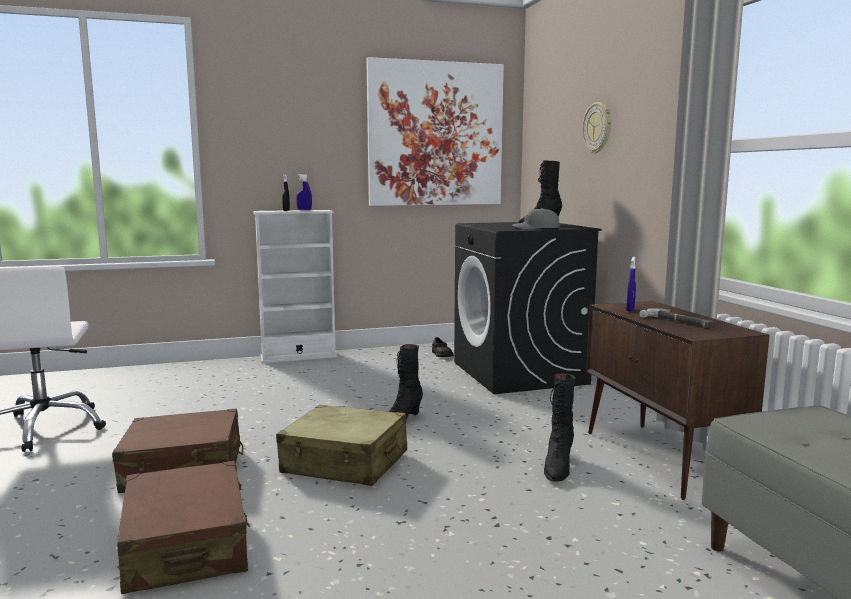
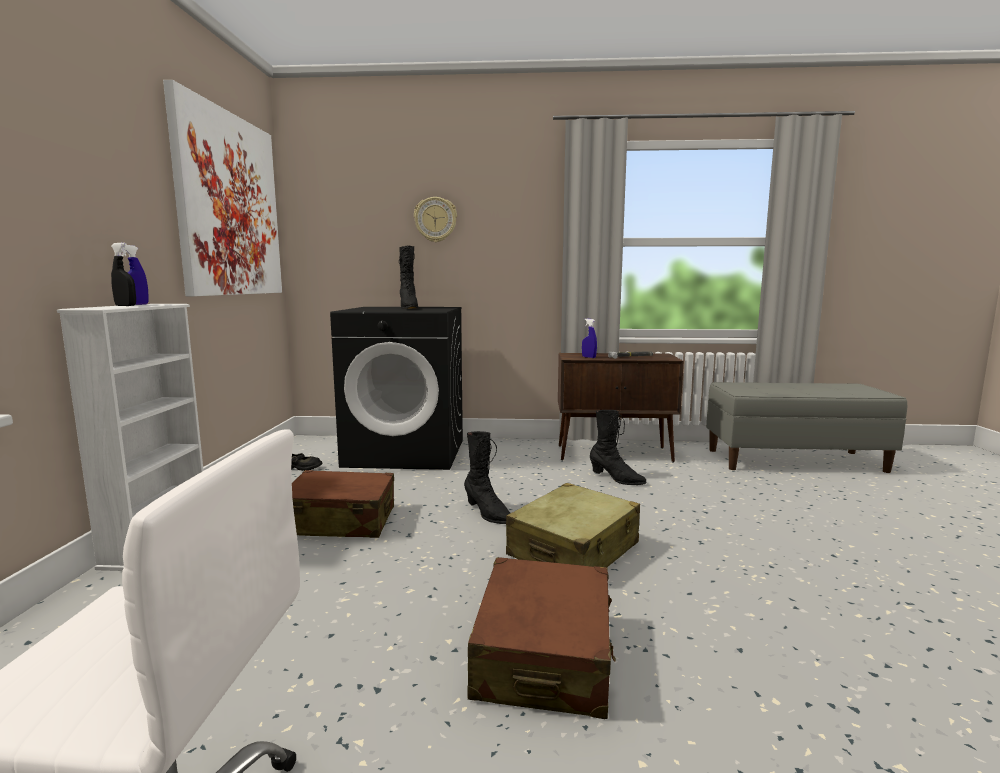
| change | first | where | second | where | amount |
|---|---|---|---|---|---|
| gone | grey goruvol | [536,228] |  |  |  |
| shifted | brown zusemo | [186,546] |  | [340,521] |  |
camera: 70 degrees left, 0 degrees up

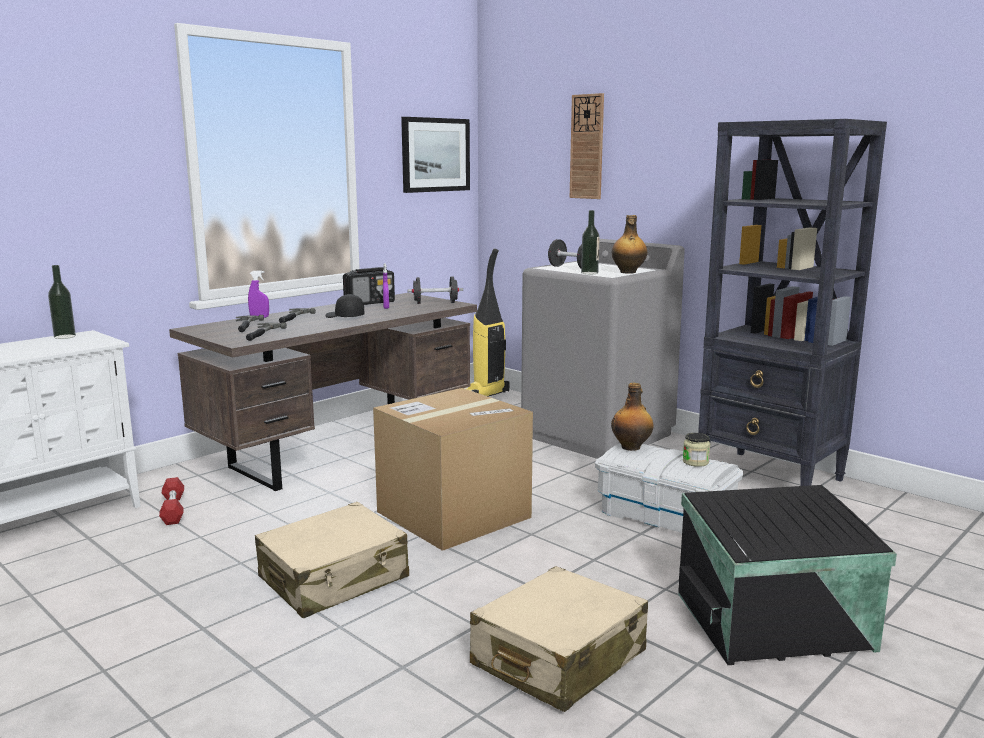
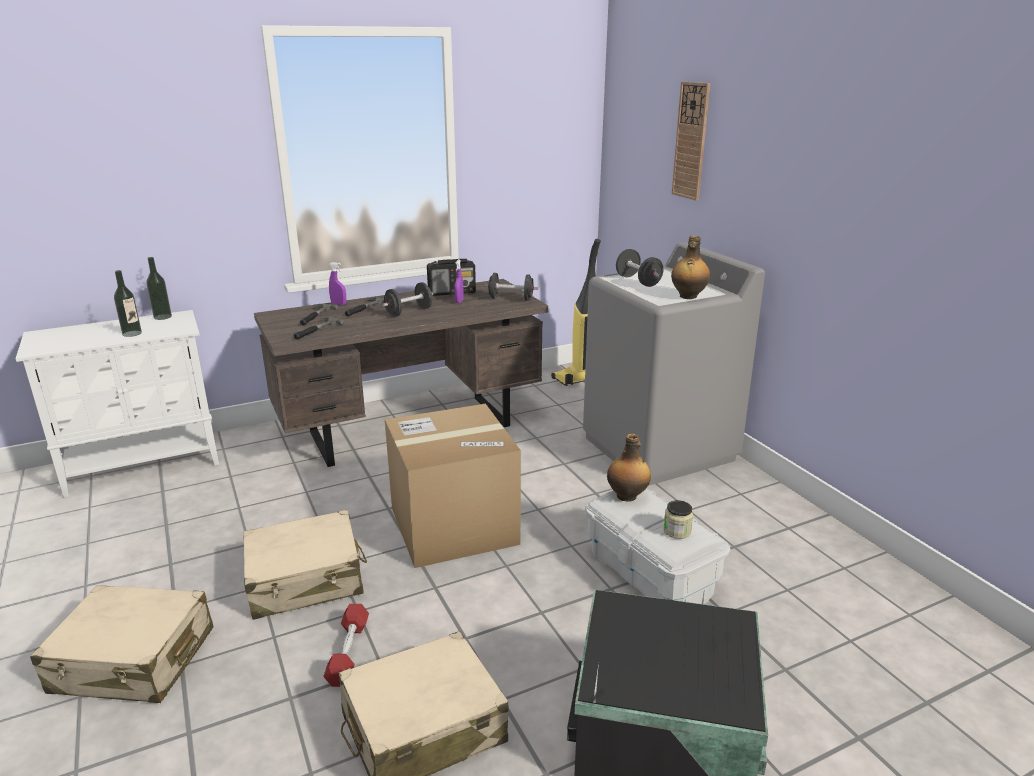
| change | first | where | second | where | amount |
|---|---|---|---|---|---|
| gone | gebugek | [435,155] |  |  |  |
| gone | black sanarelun | [771,477] |  |  |  |
| shifted | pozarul | [589,273] |  | [132,333] |  |
| swapped | black goruvol | [344,317] | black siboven | [409,312] |  |
| shifted | red siboven | [173,509] |  | [348,652] |  |
| new |  |  | beige zusemo | [133,661] |  |
camera: 20 degrees right, 10 degrees up

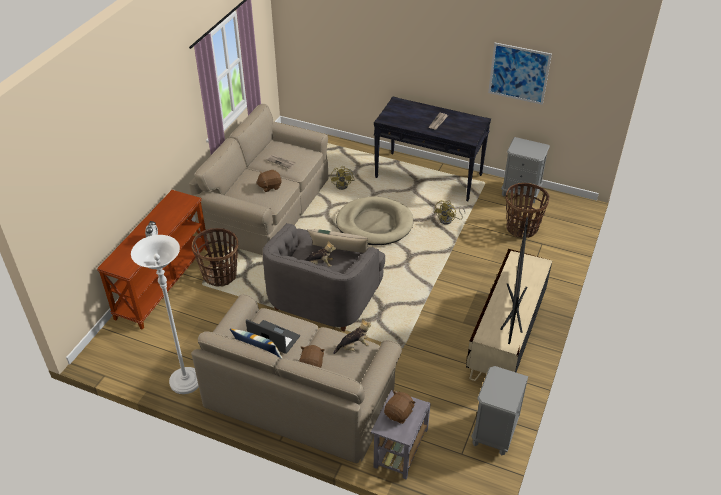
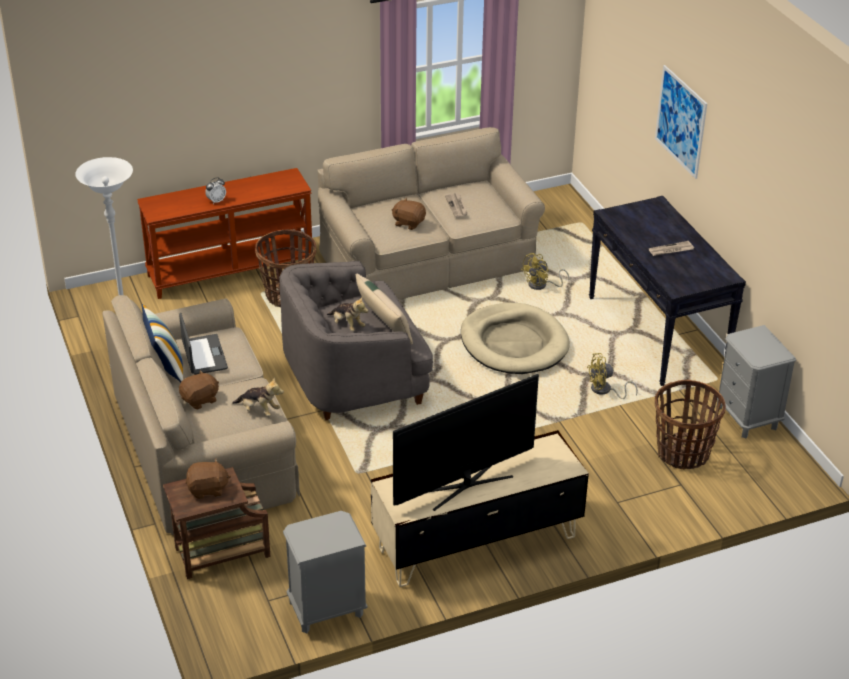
| change | first | where | second | where | amount |
|---|---|---|---|---|---|
| shifted | gebugek | [519,73] |  | [681,121] |  |
| repainted | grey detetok | [400,450] | brown detetok | [219,553] |  |
camera: 45 degrees right, 5 degrees down

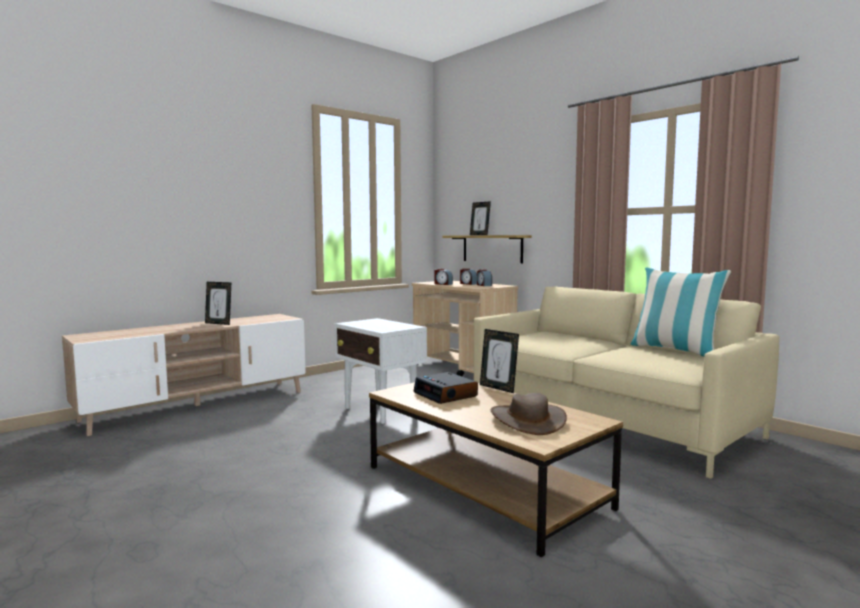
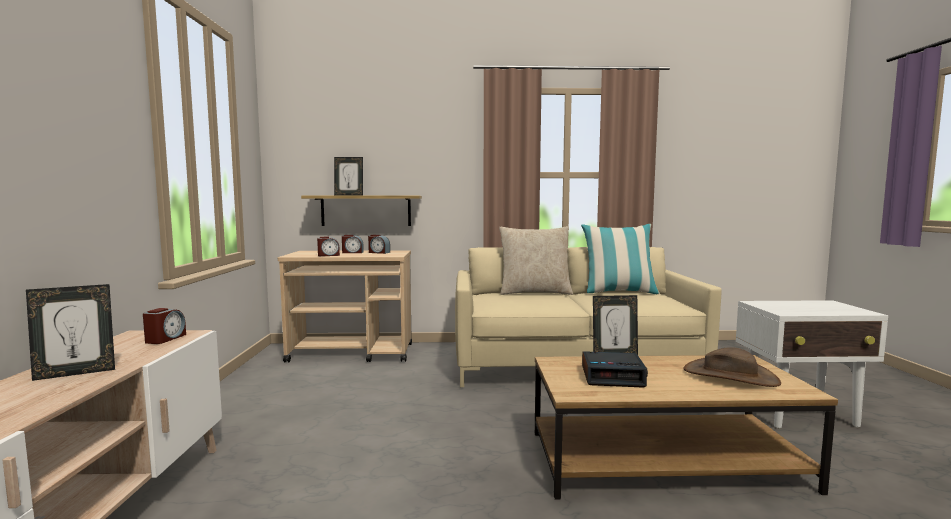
| change | first | where | second | where | amount |
|---|---|---|---|---|---|
| shifted | white detetok | [381,411] |  | [800,415] |  |
| new |  |  | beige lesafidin | [535,292] |  |
| new |  |  | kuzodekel | [165,339] |  |
camera: 50 degrees left, 0 degrees up

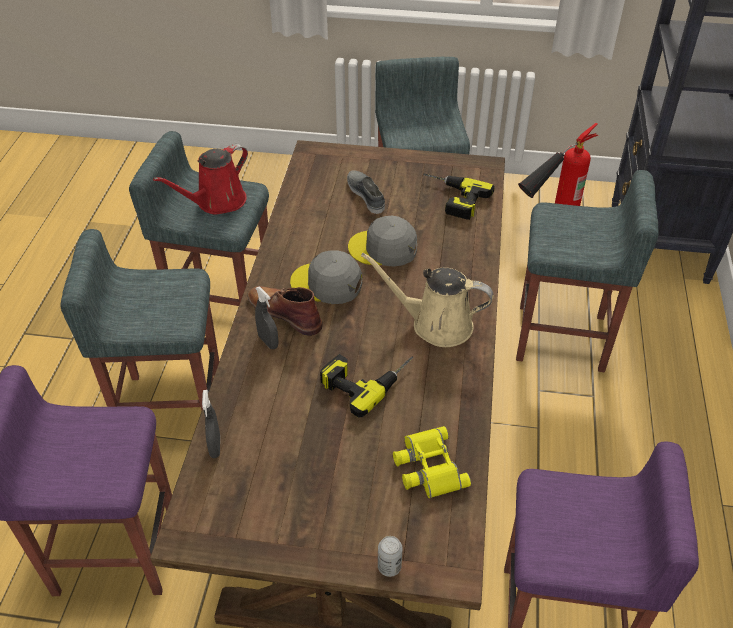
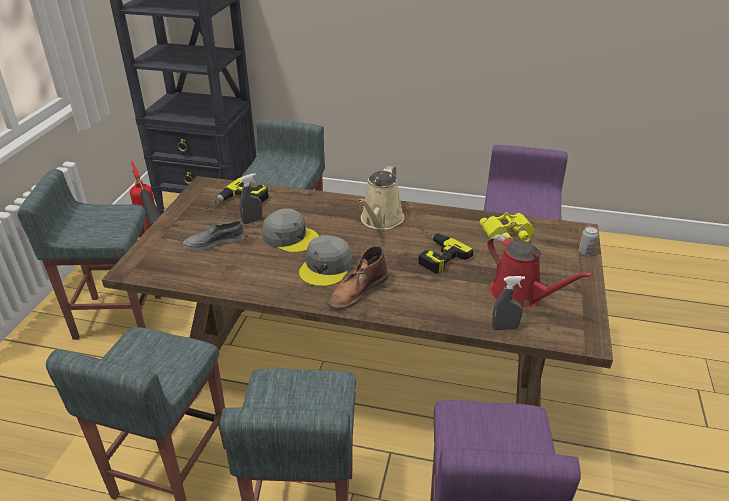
| change | first | where | second | where | amount |
|---|---|---|---|---|---|
| shifted | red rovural | [217,202] |  | [520,295] |  |
| rotated | grey goruvol | [383,248] |  | [290,237] | 75 degrees counterclockwise |
| shifted | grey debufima | [268,342] |  | [252,221] |  |
camera: 85 degrees left, 10 degrees down

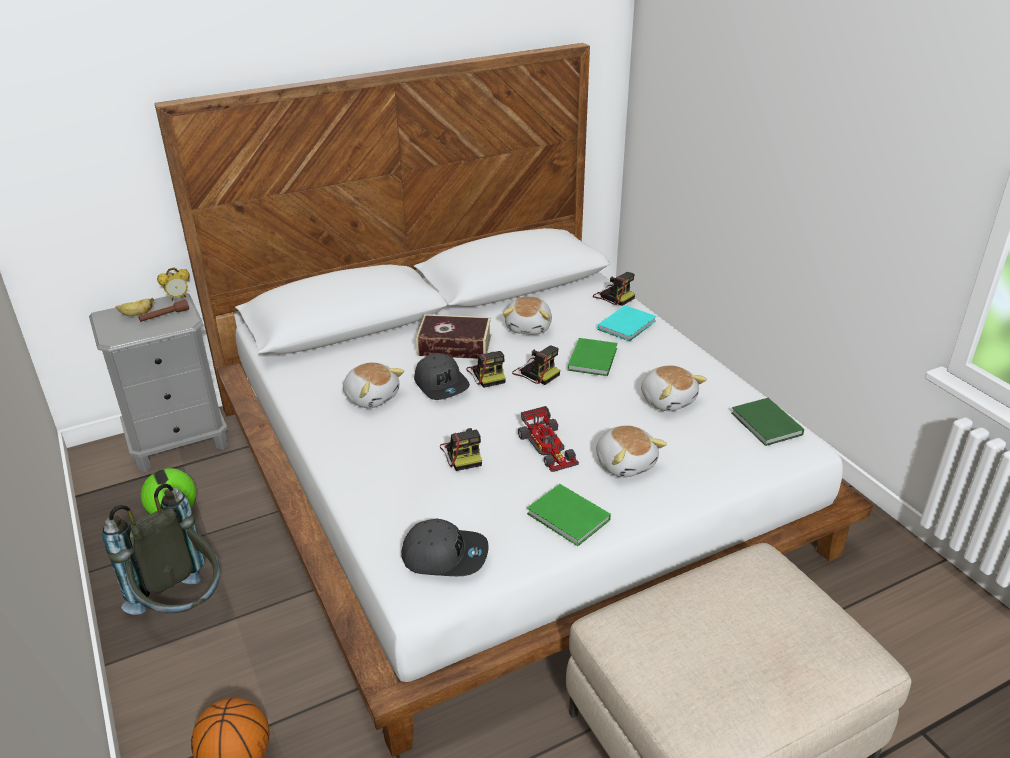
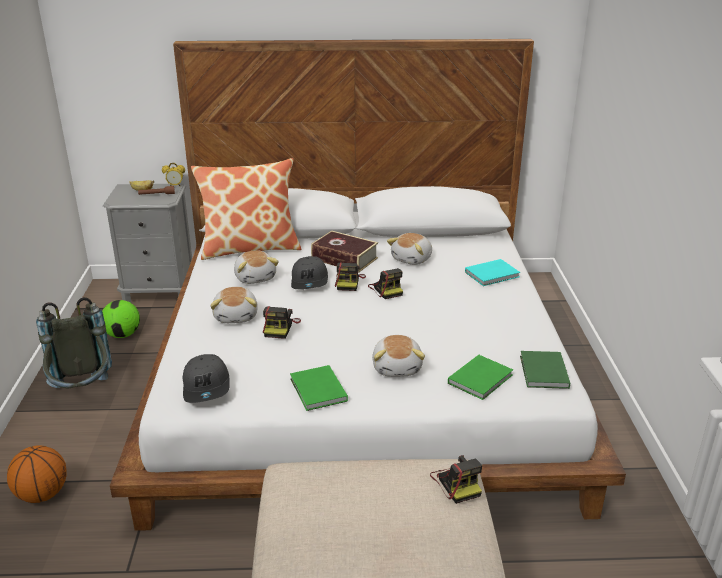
| change | first | where | second | where | amount |
|---|---|---|---|---|---|
| shifted | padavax | [613,296] |  | [456,483] |  |
| shifted | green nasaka | [594,358] |  | [482,379] |  |
| shifted | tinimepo | [668,400] |  | [236,316] |  |
| gone | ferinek | [548,447] |  |  |  |
| rotated | grey goruvol | [445,555] |  | [207,386] | 45 degrees clockwise |
| new |  |  | lesafidin | [250,248] |  |
camera: 25 degrees right, 5 degrees down

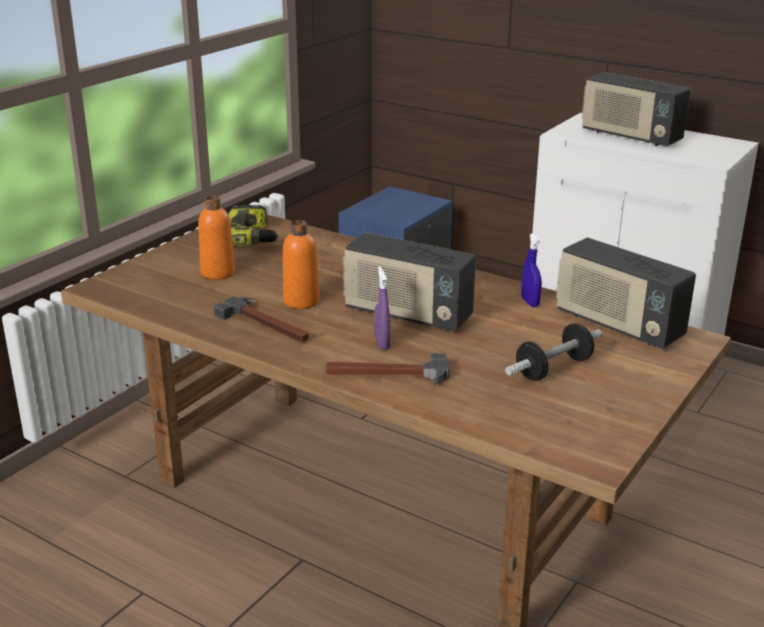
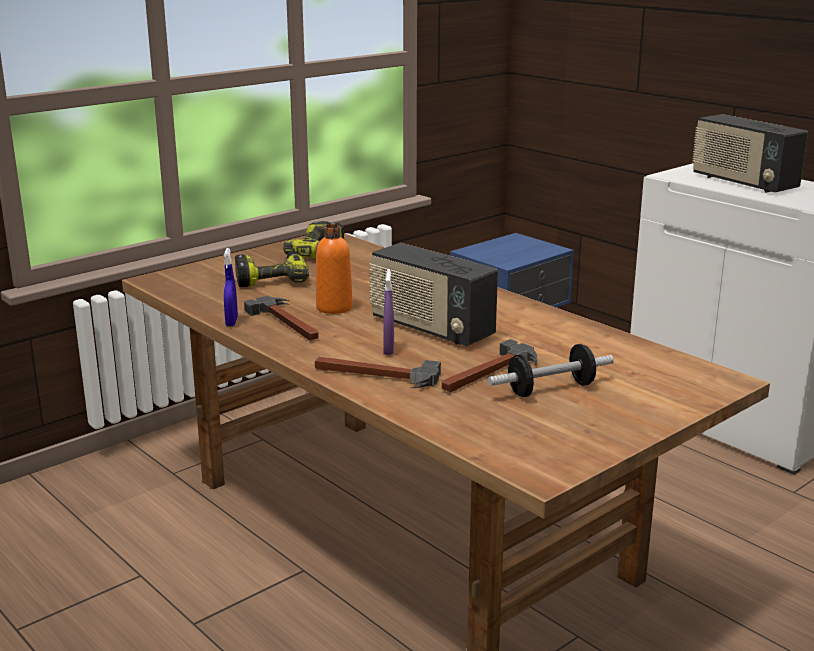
| change | first | where | second | where | amount |
|---|---|---|---|---|---|
| swapped | orange pozarul | [218,273] | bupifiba | [271,278] |  |
| shifted | blue debufima | [530,302] |  | [231,322] |  |
| gone | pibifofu | [617,325] |  |  |  |
| new |  |  | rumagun | [488,374] |  |
camera: 15 degrees right, 5 degrees down

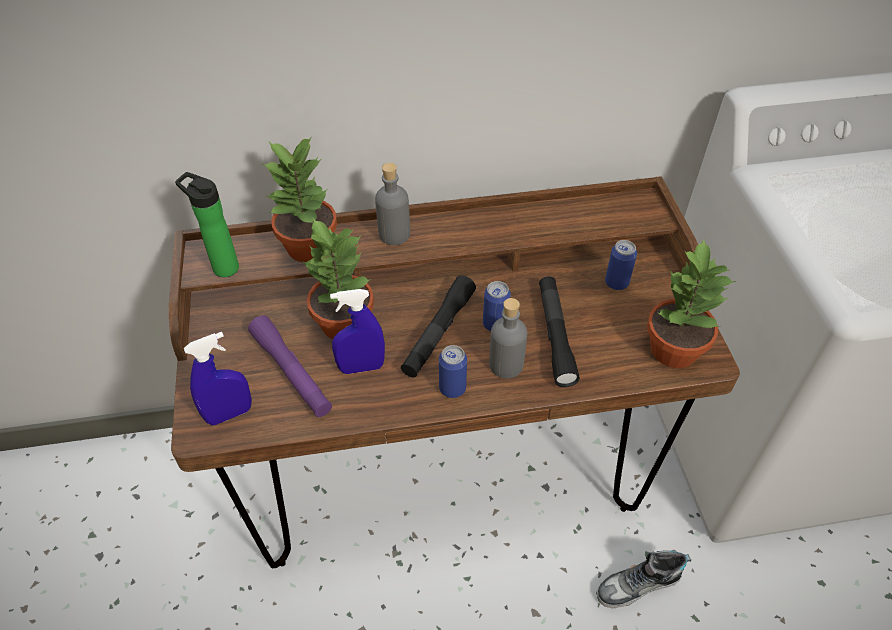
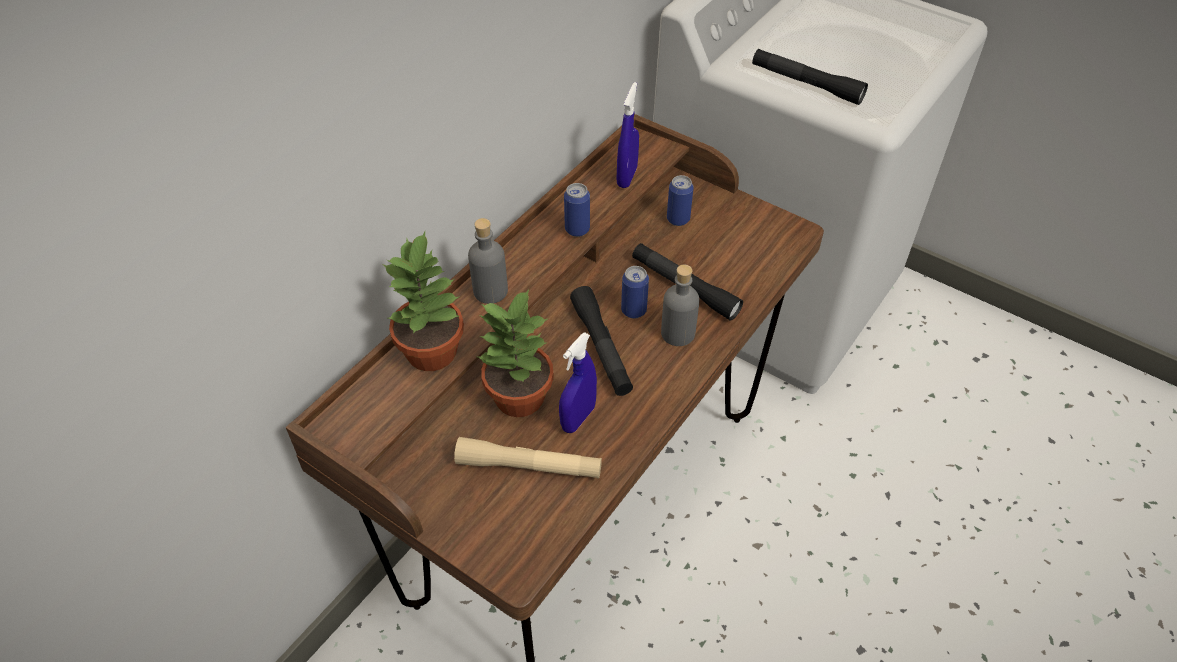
| change | first | where | second | where | amount |
|---|---|---|---|---|---|
| gone | pozarul | [222,267] |  |  |  |
| gone | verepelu | [673,348] |  |  |  |
| repainted | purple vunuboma | [291,372] | beige vunuboma | [529,466] |  |
| shifted | blue debufima | [229,414] |  | [627,177] |  |
| shifted | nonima | [452,388] |  | [577,229] |  |
| gone | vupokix | [638,585] |  |  |  |
| new |  |  | black vunuboma | [806,84] |  |
camera: 45 degrees left, 0 degrees up

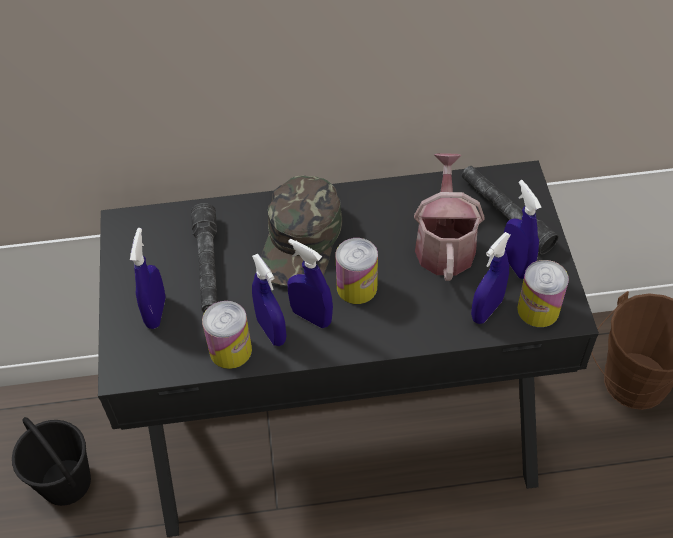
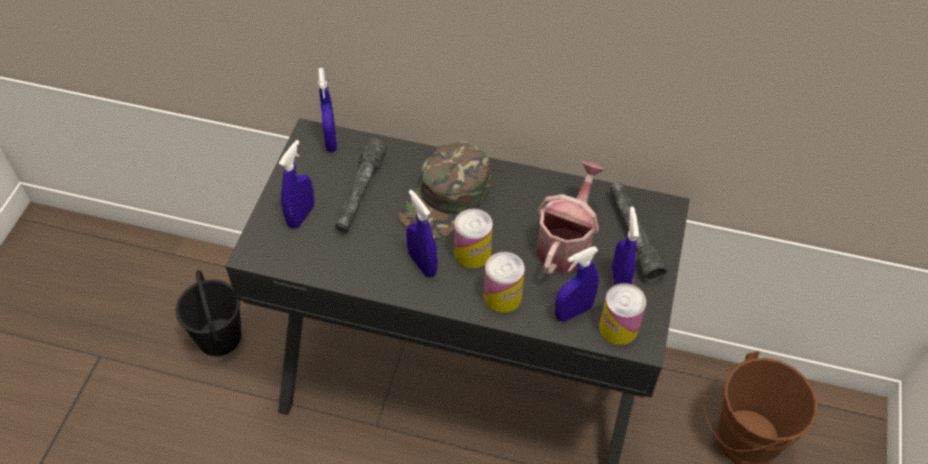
| change | first | where | second | where | amount |
|---|---|---|---|---|---|
| shifted | blue debufima | [271,331] |  | [331,140] |  |
| shifted | nonima | [230,350] |  | [502,296] |  |
camera: 20 degrees right, 0 degrees up

